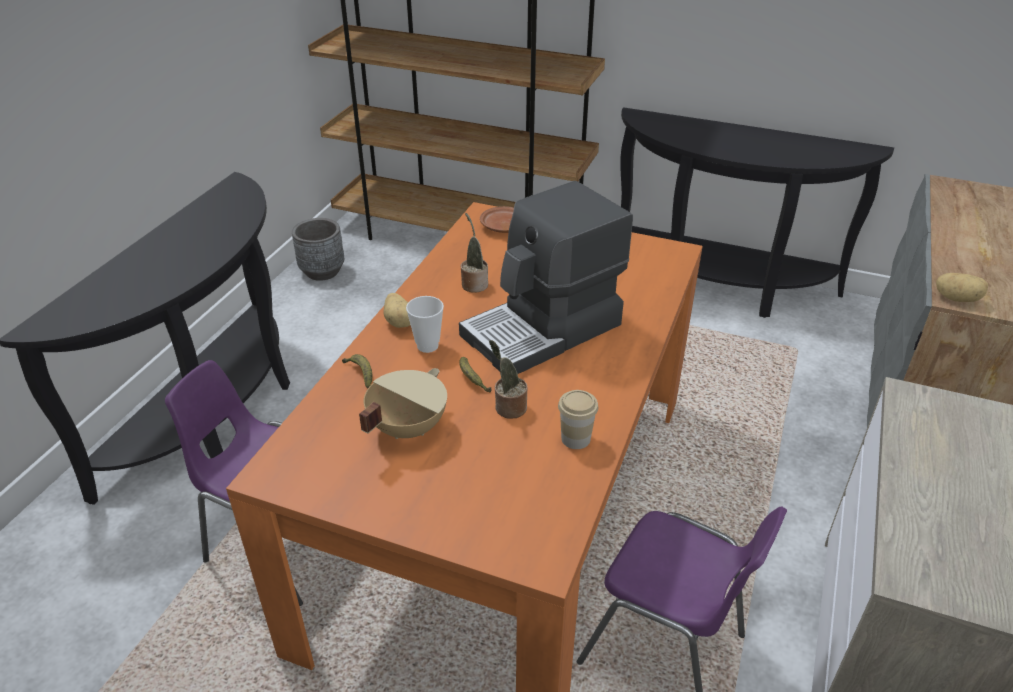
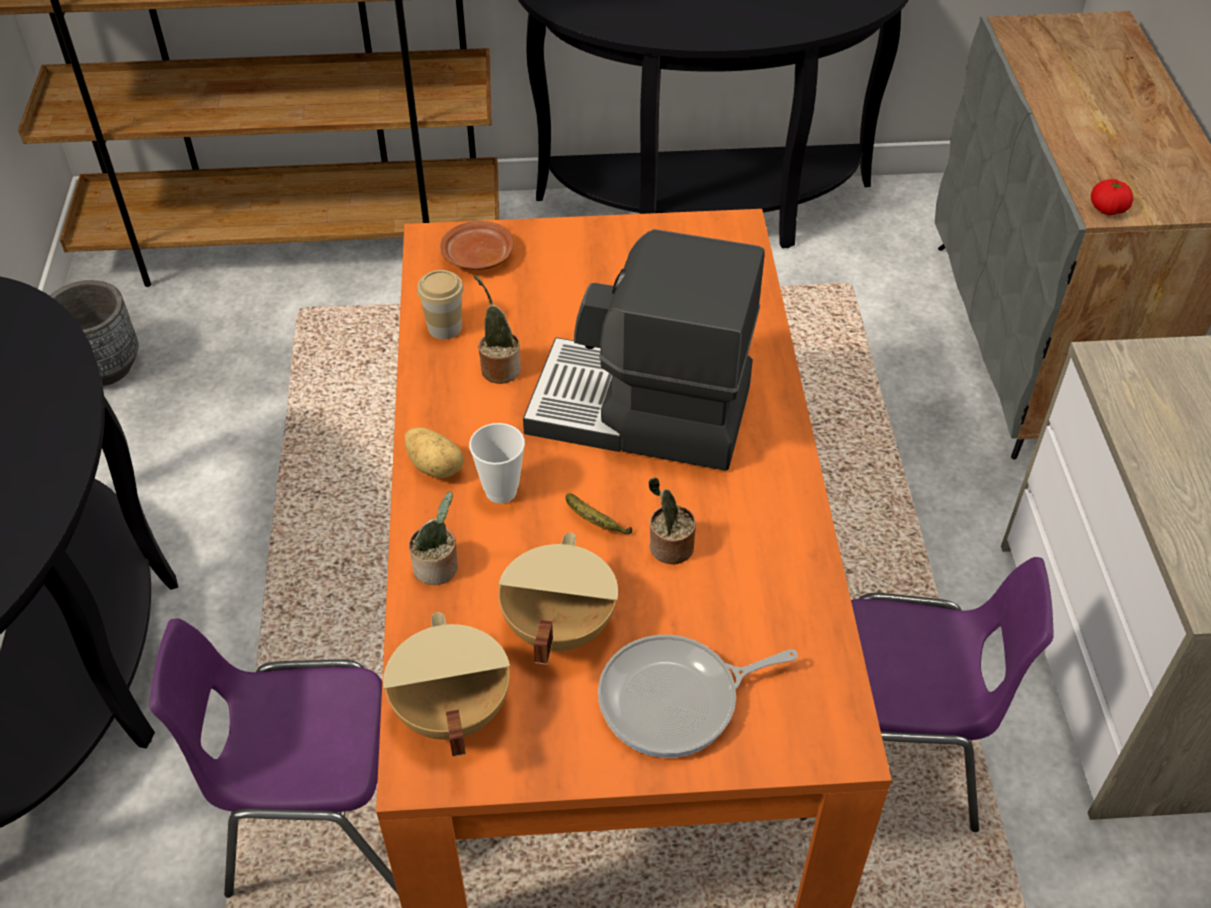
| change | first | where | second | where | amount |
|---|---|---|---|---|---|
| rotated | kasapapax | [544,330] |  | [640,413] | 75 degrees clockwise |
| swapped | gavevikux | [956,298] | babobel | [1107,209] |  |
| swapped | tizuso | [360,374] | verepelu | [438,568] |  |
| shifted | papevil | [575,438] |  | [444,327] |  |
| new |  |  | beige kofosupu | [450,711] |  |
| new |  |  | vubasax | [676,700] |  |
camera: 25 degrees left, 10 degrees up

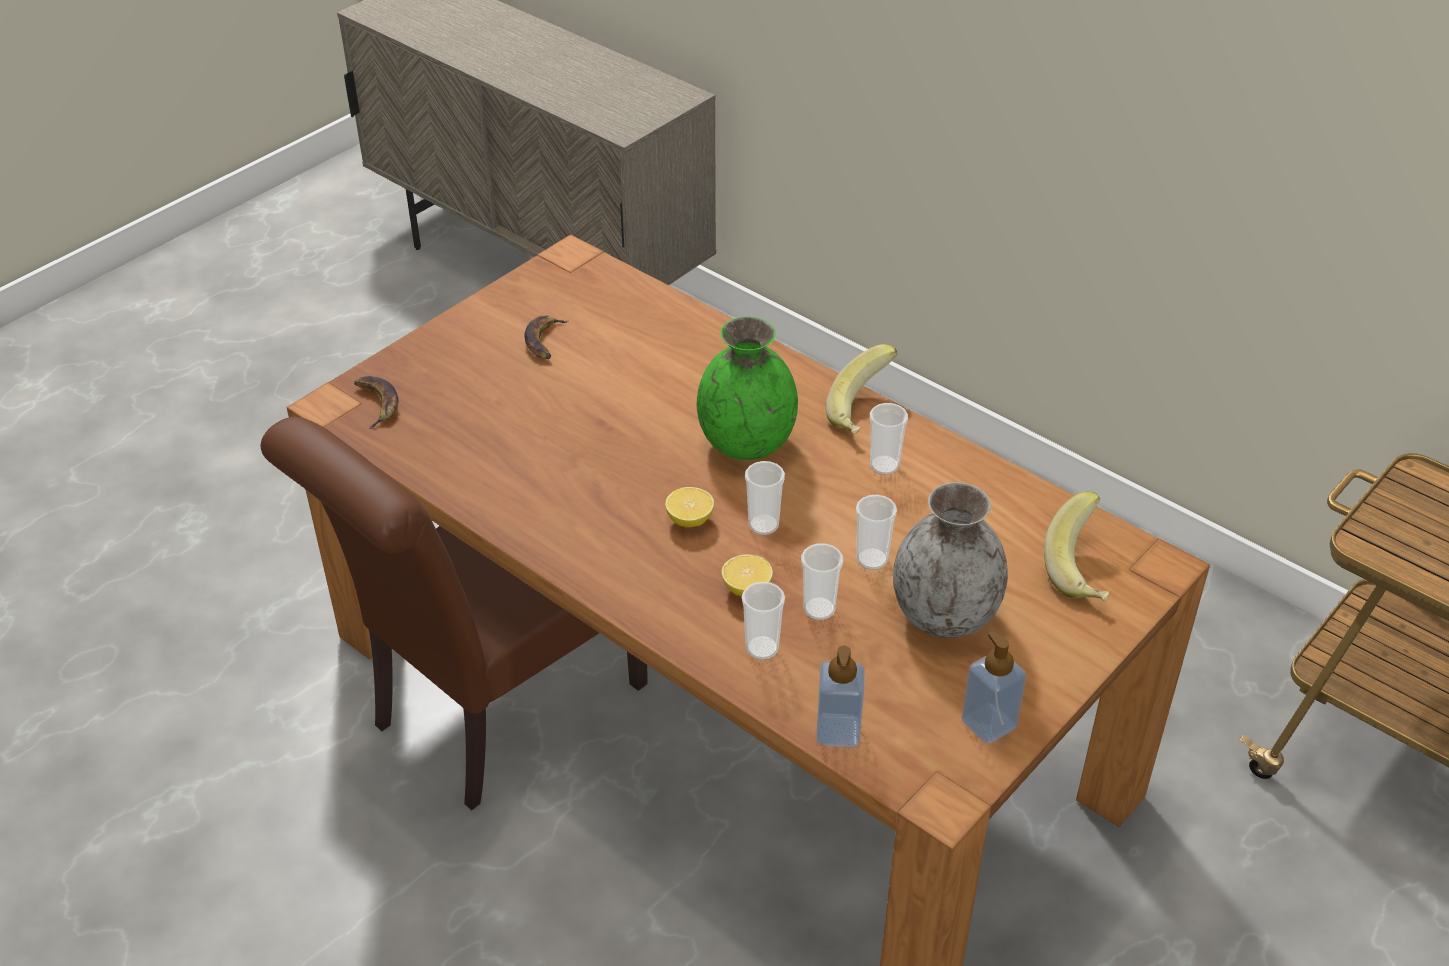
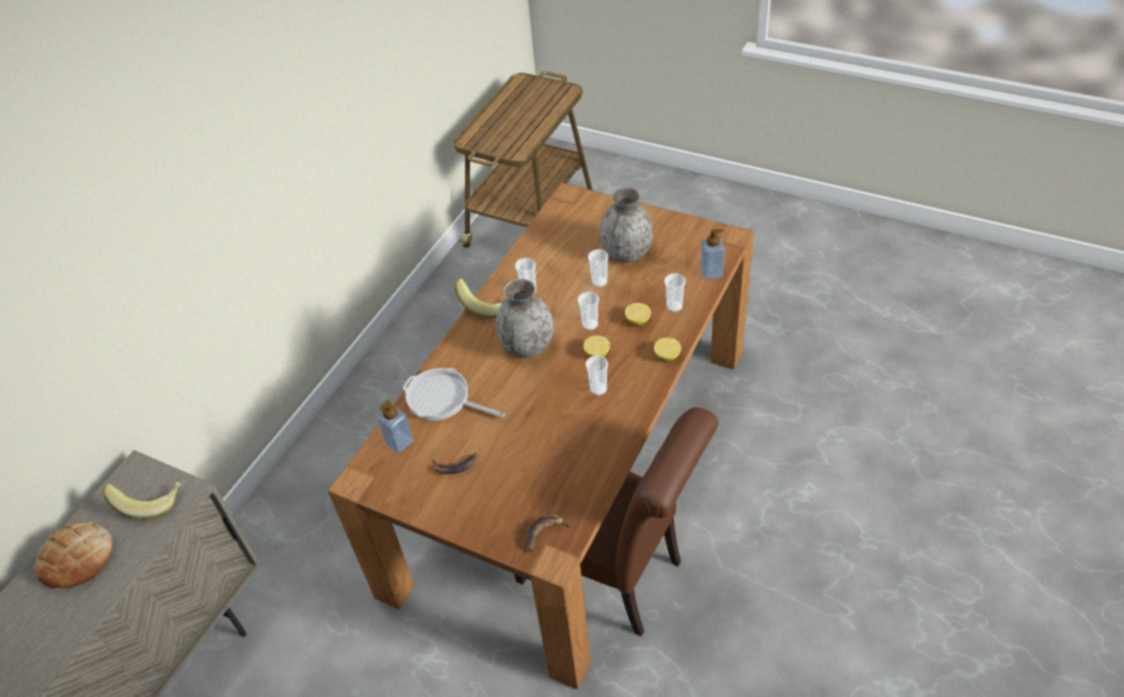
| change | first | where | second | where | amount |
|---|---|---|---|---|---|
| repainted | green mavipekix | [746,442] | grey mavipekix | [527,346] |  |
| shifted | tizuso | [1083,570] |  | [150,502] |  |
| shifted | papevil | [819,609] |  | [598,389] |  |
| shifted | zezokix | [988,724] |  | [399,442] |  |
| new |  |  | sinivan | [667,356] |  |
| new |  |  | vubasax | [442,399] |  |
| new |  |  | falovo | [77,558] |  |
camera: 100 degrees left, 5 degrees up

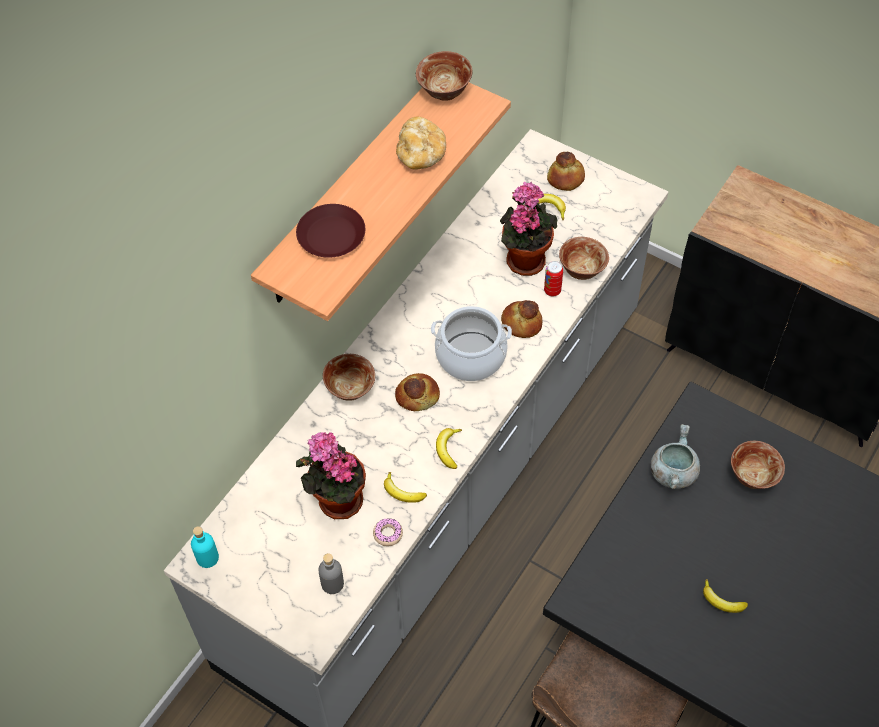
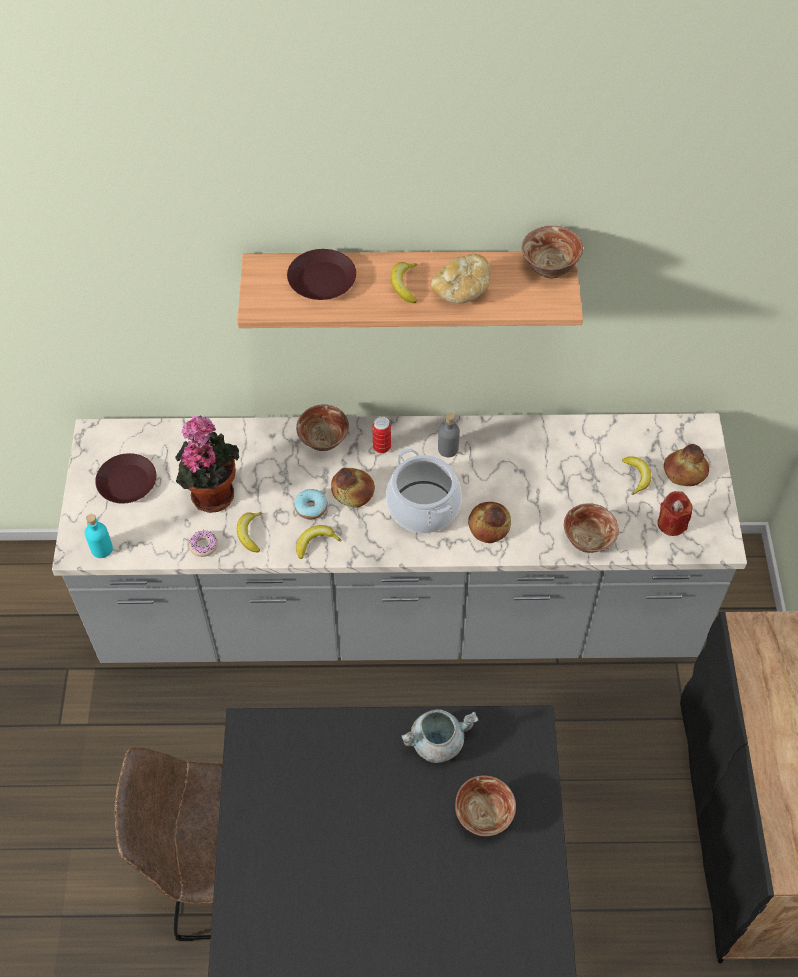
| change | first | where | second | where | amount |
|---|---|---|---|---|---|
| gone | verepelu | [524,258] |  |  |  |
| shifted | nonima | [552,291] |  | [382,447] |  |
| shifted | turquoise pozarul | [207,557] |  | [102,549] |  |
| shifted | grey pozarul | [332,584] |  | [448,449] |  |
| shifted | tizuso | [721,601] |  | [404,285] |  |
| new |  |  | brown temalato | [126,483] |  |
| new |  |  | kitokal | [311,507] |  |
| new |  |  | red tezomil | [671,523] |  |
camera: 55 degrees right, 0 degrees up

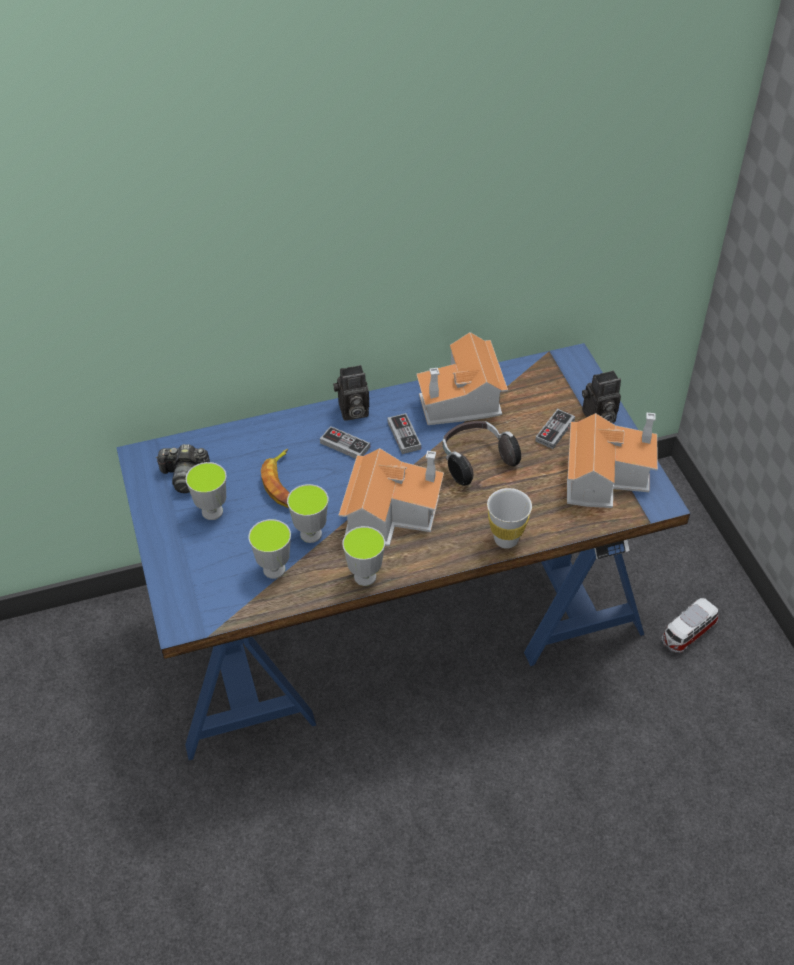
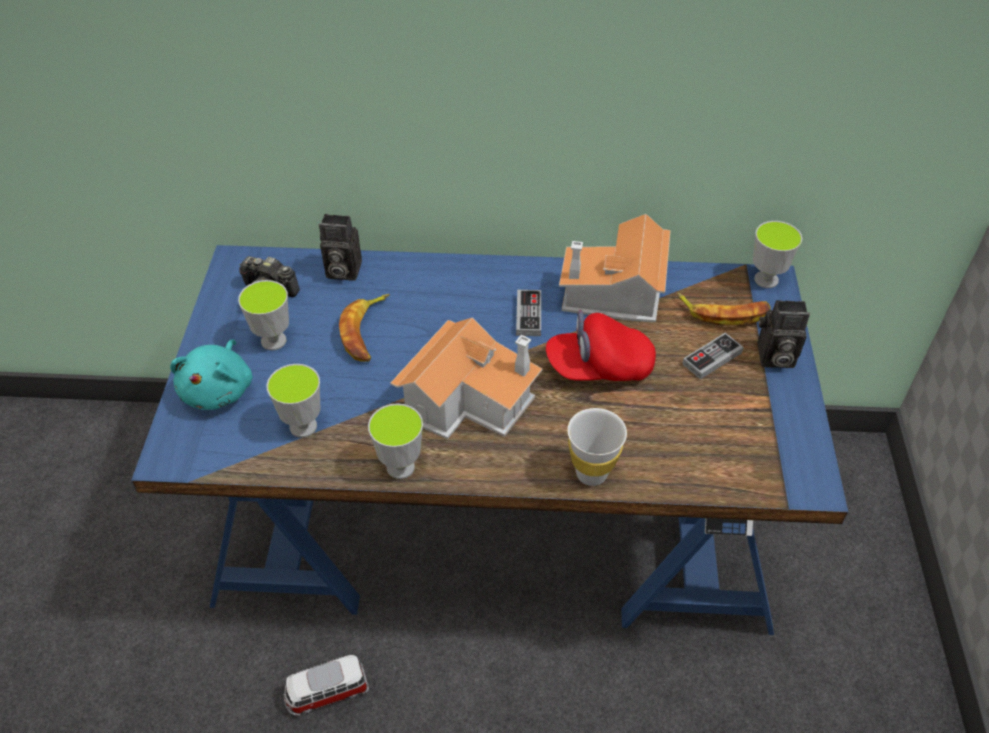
| change | first | where | second | where | amount |
|---|---|---|---|---|---|
| shifted | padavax | [352,412] |  | [341,271] |  |
| gone | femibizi | [605,475] |  |  |  |
| swapped | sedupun | [476,460] | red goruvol | [599,367] |  |
| gone | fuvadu | [345,445] |  |  |  |
| shifted | papevil | [311,534] |  | [766,280] |  |
| shifted | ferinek | [687,633] |  | [326,692] |  |
| new |  |  | tizuso | [724,312] |  |
| new |  |  | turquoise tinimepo | [219,390] |  |
camera: 20 degrees right, 0 degrees up

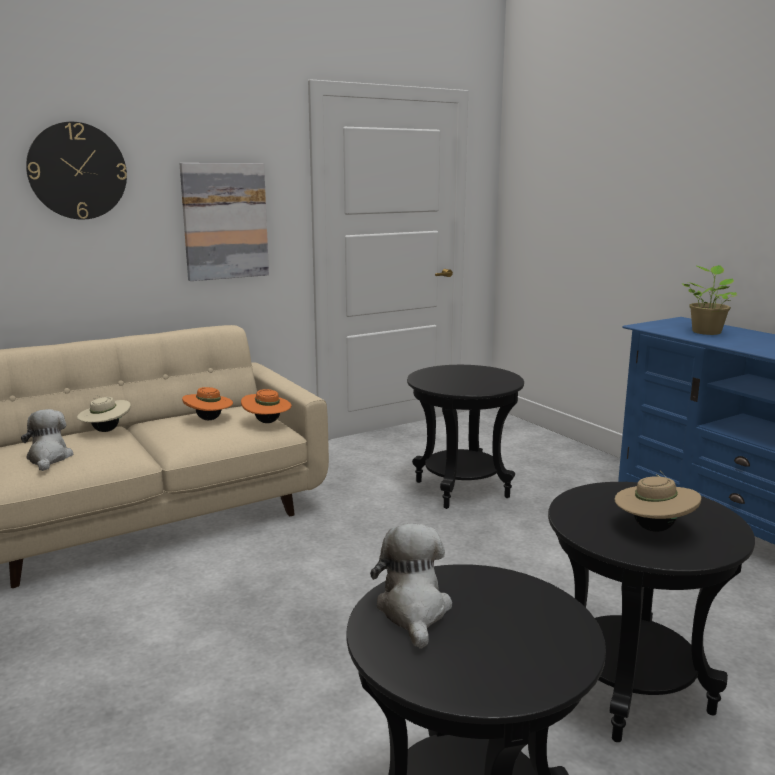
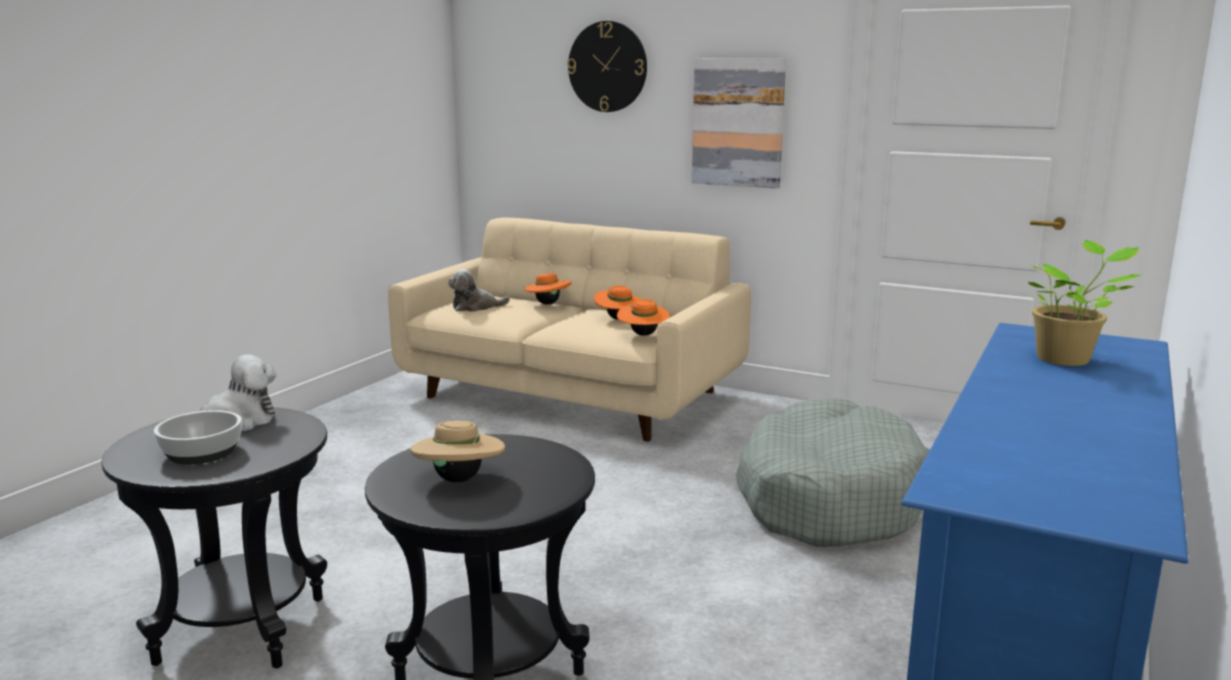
| change | first | where | second | where | amount |
|---|---|---|---|---|---|
| swapped | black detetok | [462,489] | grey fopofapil | [828,498] |  |
| repainted | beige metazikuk | [106,430] | orange metazikuk | [548,303] |  |
| rotated | tinimepo | [48,458] |  | [475,307] | 150 degrees counterclockwise |
| new |  |  | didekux | [201,452] |  |
camera: 60 degrees right, 0 degrees up

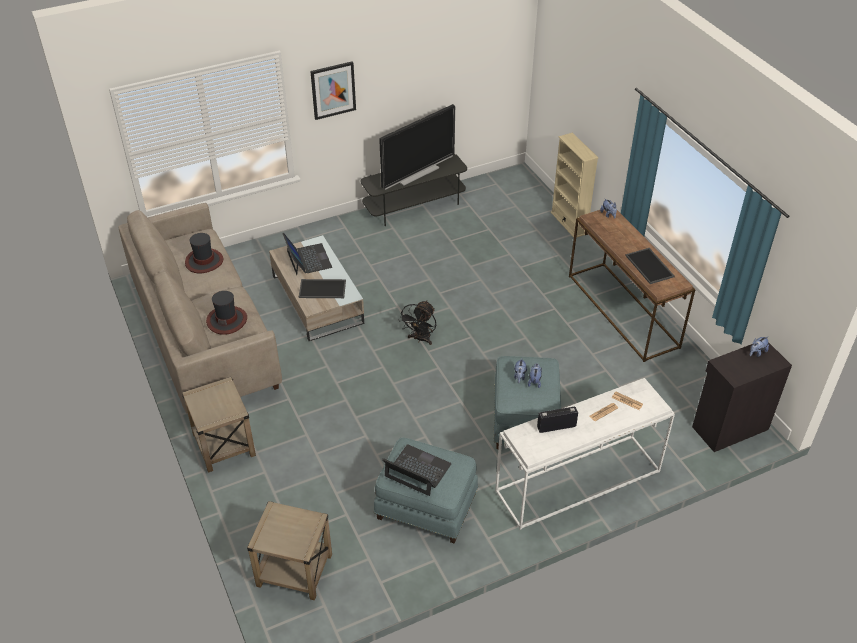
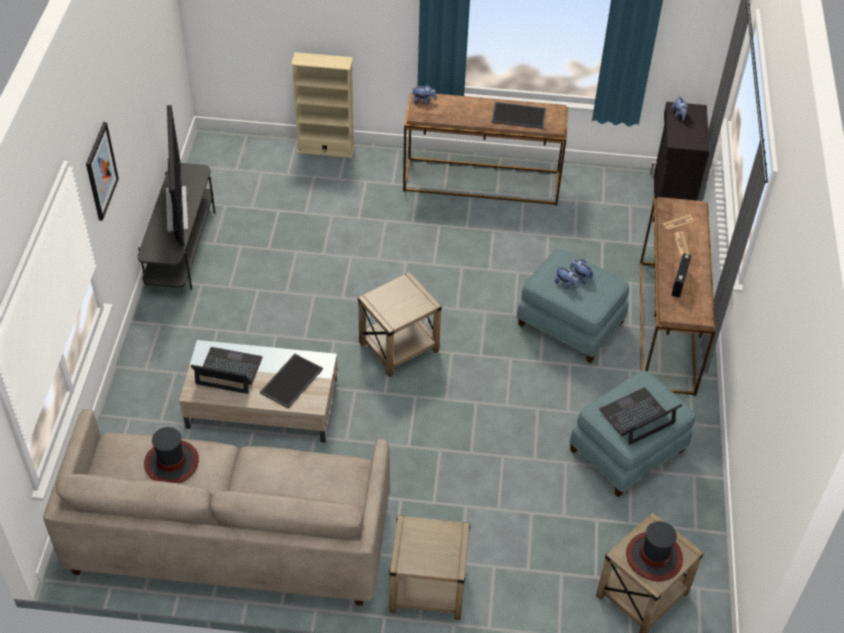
| change | first | where | second | where | amount |
|---|---|---|---|---|---|
| shifted | metazikuk | [227,320] |  | [653,556] |  |
| swapped | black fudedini | [420,339] | beige detetok | [399,347] |  |
| repainted | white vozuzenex | [577,482] | brown vozuzenex | [667,327] |  |
camera: 60 degrees left, 5 degrees up

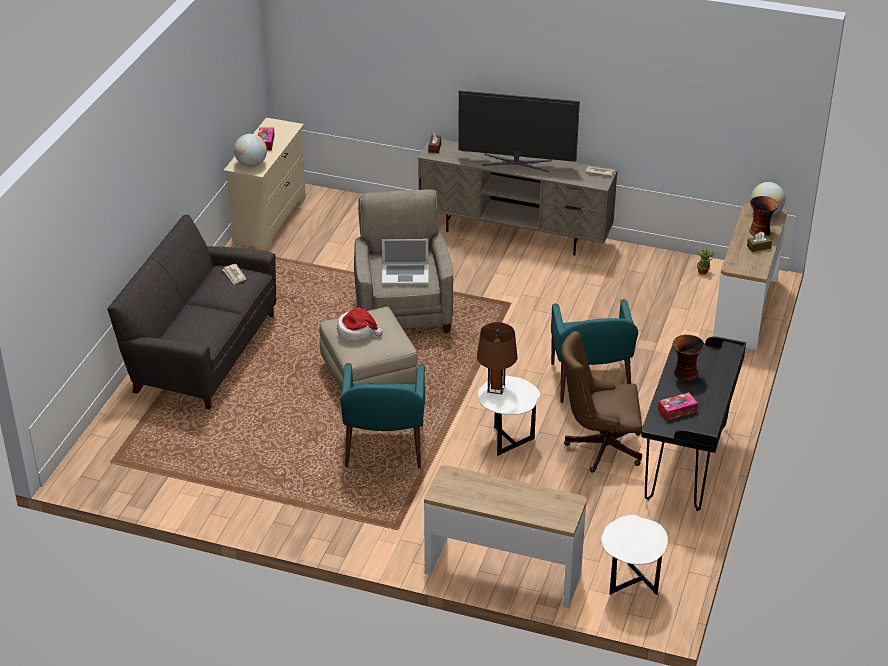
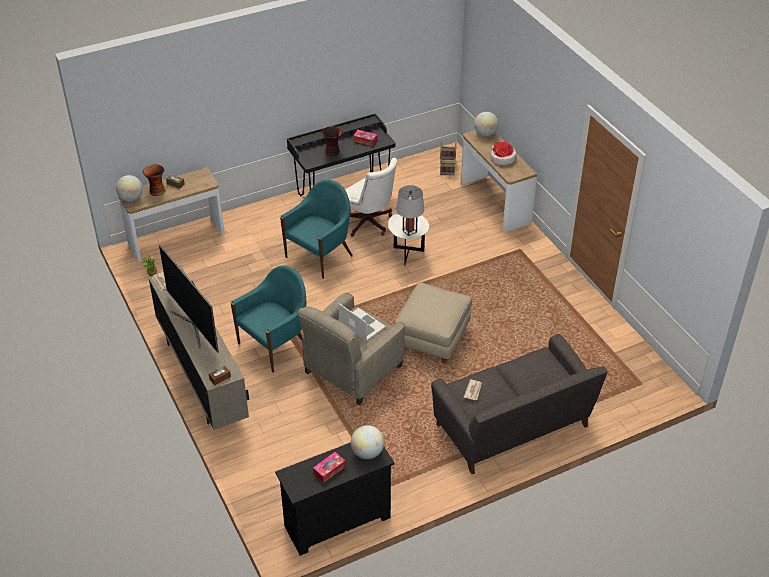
| change | first | where | second | where | amount |
|---|---|---|---|---|---|
| repainted | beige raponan | [270,219] | black raponan | [337,522] |  |
| shifted | metazikuk | [357,331] |  | [502,158] |  |
| repainted | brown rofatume | [496,388] | grey rofatume | [409,231] |  |
| repainted | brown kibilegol | [599,446] | white kibilegol | [368,224] |  |
| shifted | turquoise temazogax | [384,447] |  | [275,345] |  |
| swapped | white detetok | [630,585] | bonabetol | [447,167] |  |
| new |  |  | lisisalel | [485,134] |  |
camera: 135 degrees left, 5 degrees up

